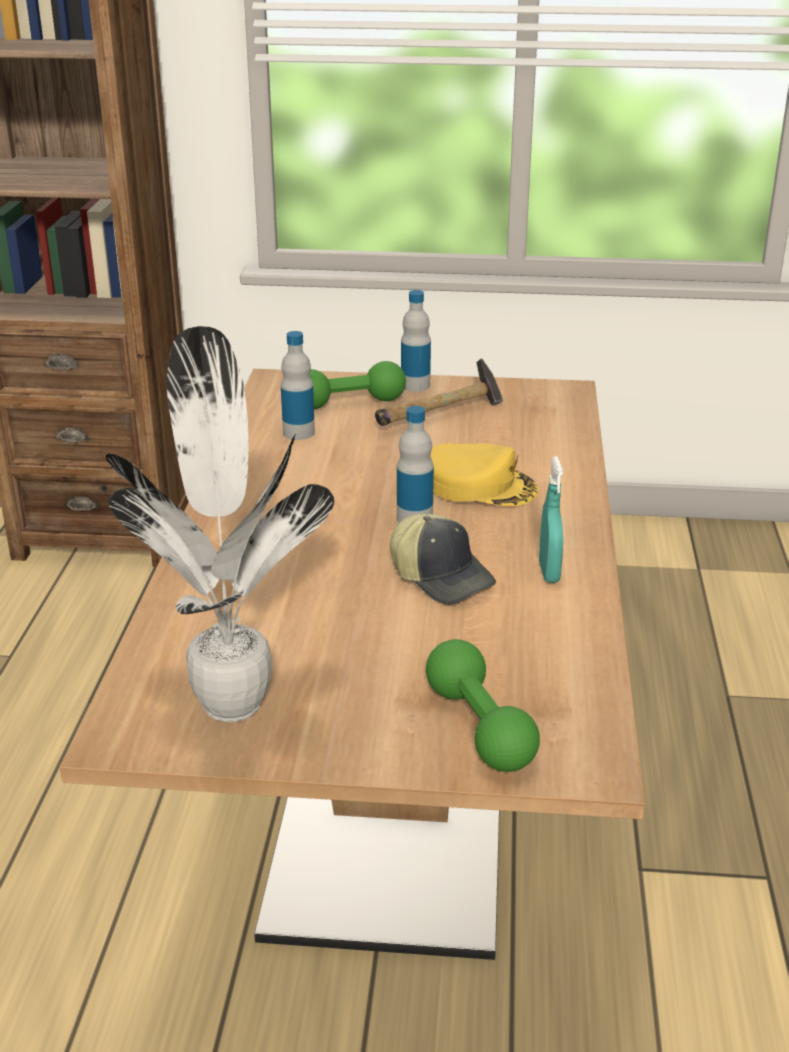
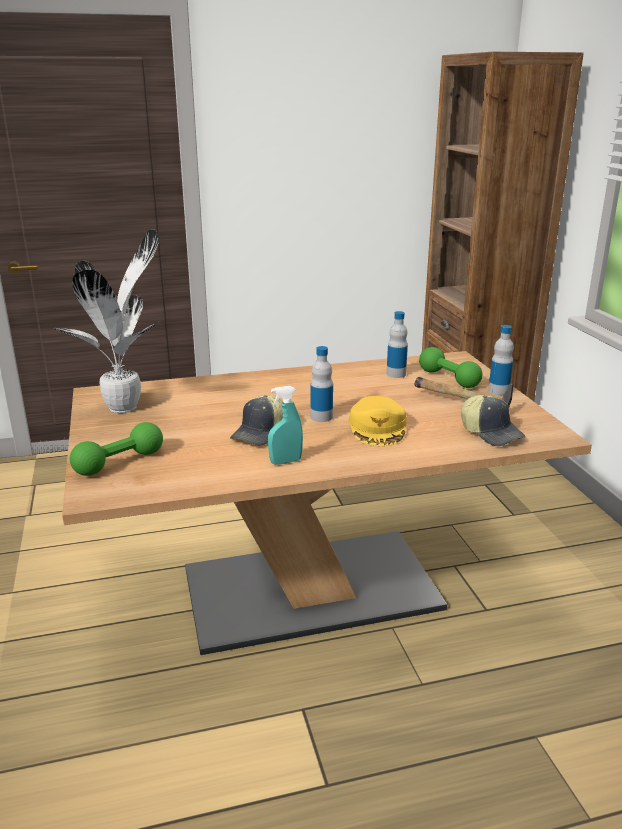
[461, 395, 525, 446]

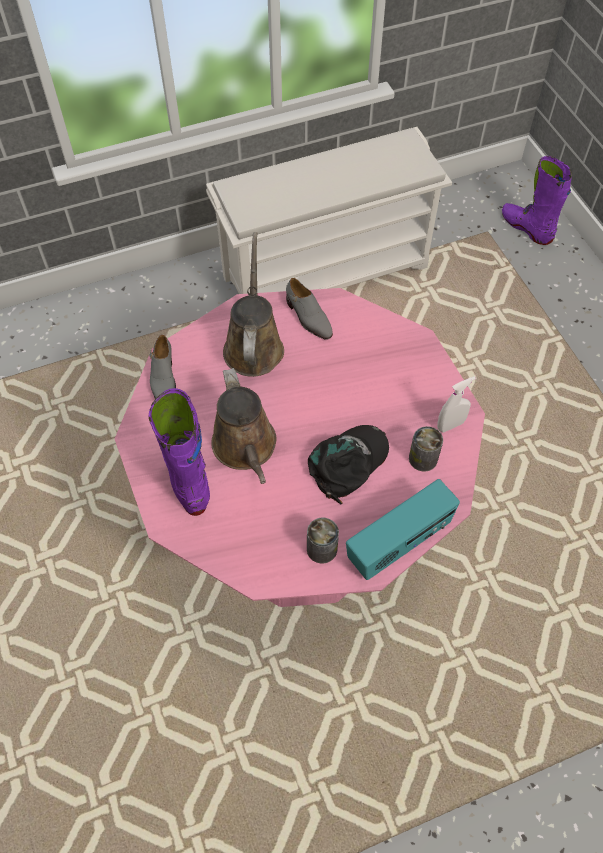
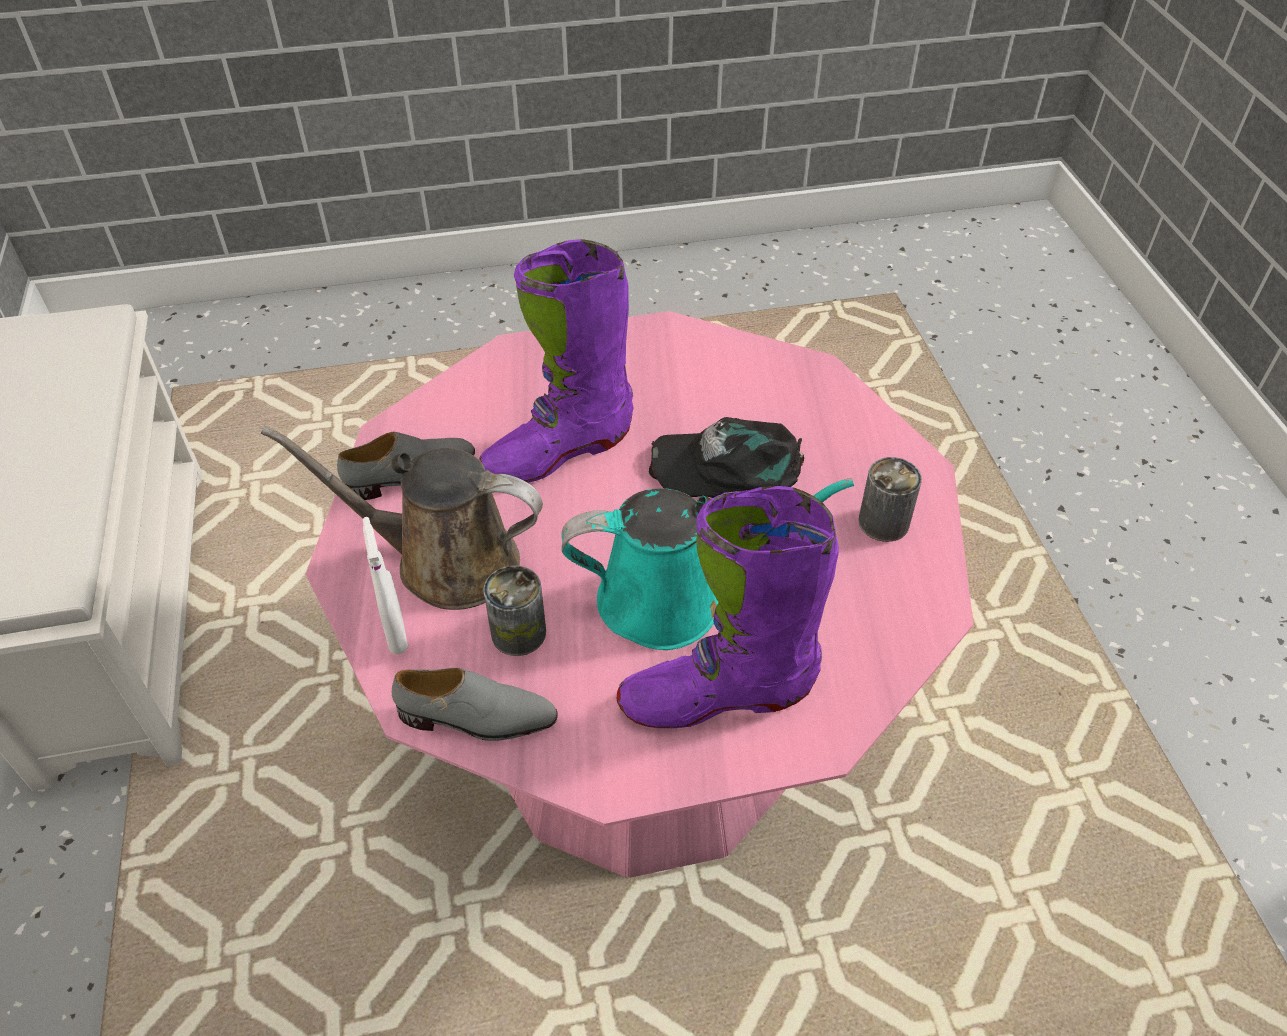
[561, 478, 854, 650]
[649, 417, 804, 498]
[346, 479, 460, 580] (first image)
[483, 566, 546, 656]
[363, 517, 408, 654]
[479, 239, 634, 483]

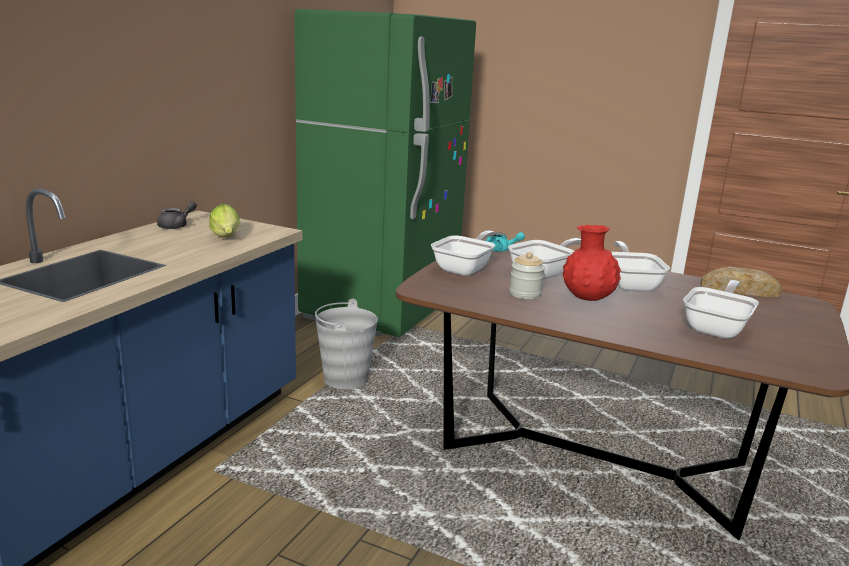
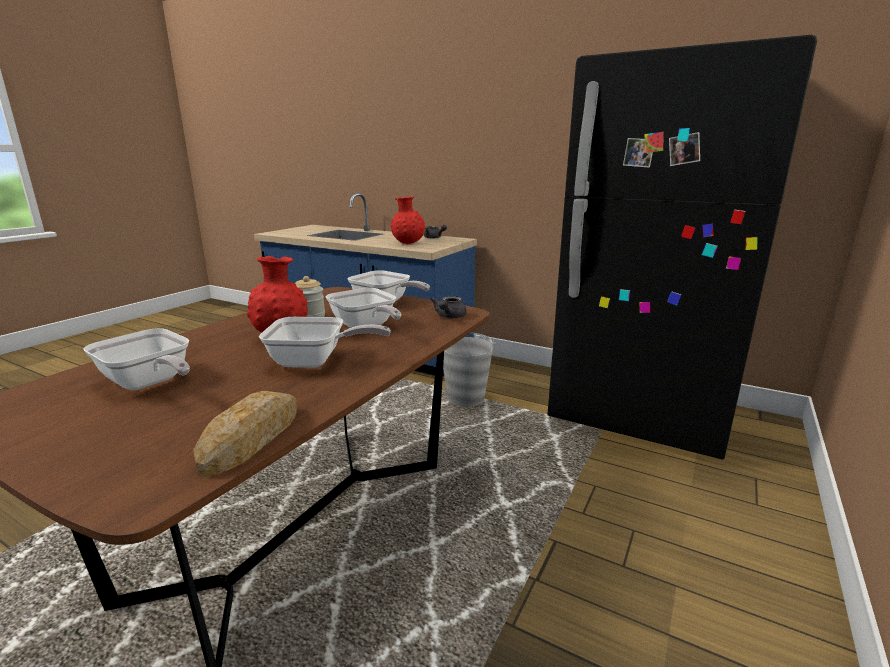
[390, 196, 425, 244]
[547, 35, 817, 460]
[430, 296, 467, 318]

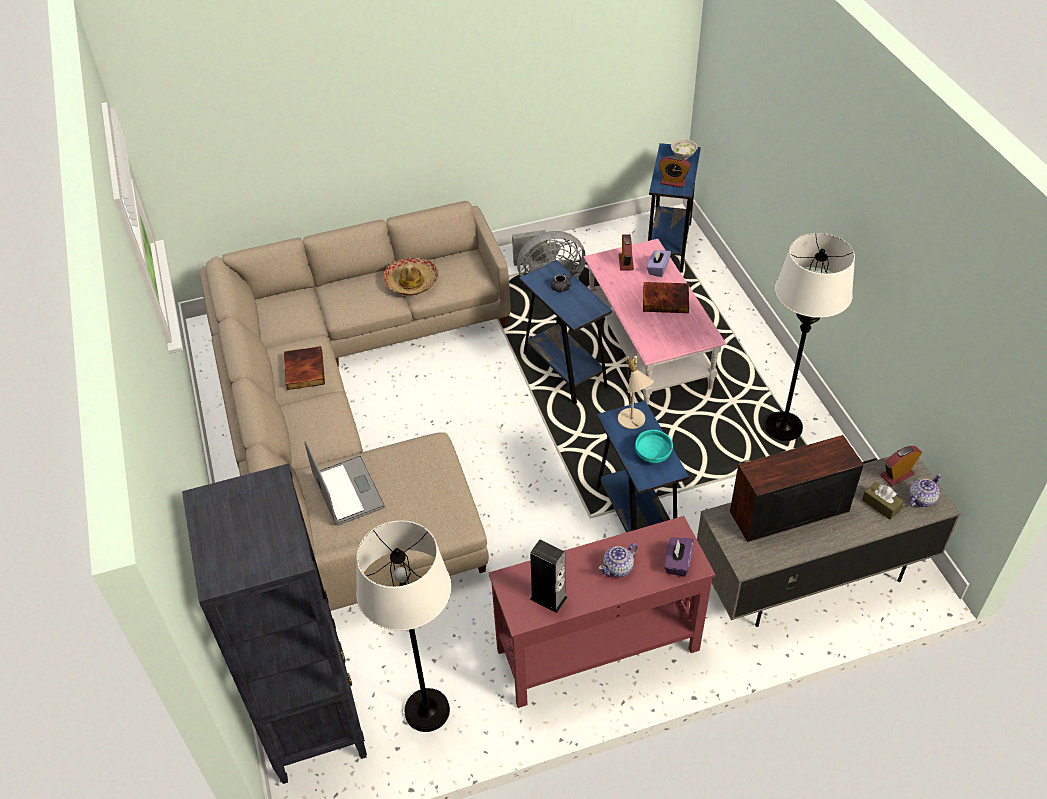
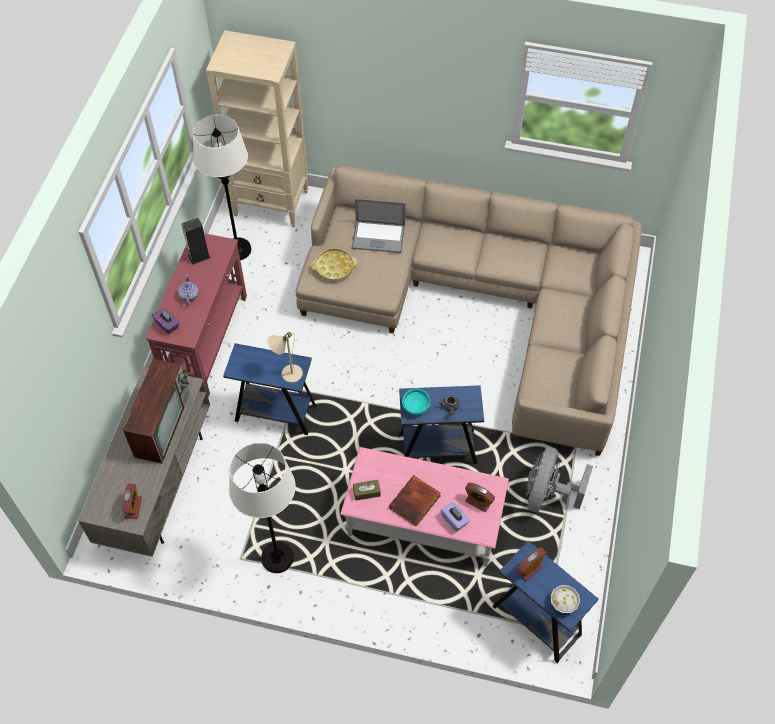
[206, 30, 308, 227]
[284, 346, 325, 390] (first image)
[383, 258, 439, 296] (first image)
[402, 388, 431, 415]
[353, 480, 381, 501]
[909, 474, 942, 507] (first image)
[311, 248, 357, 281]

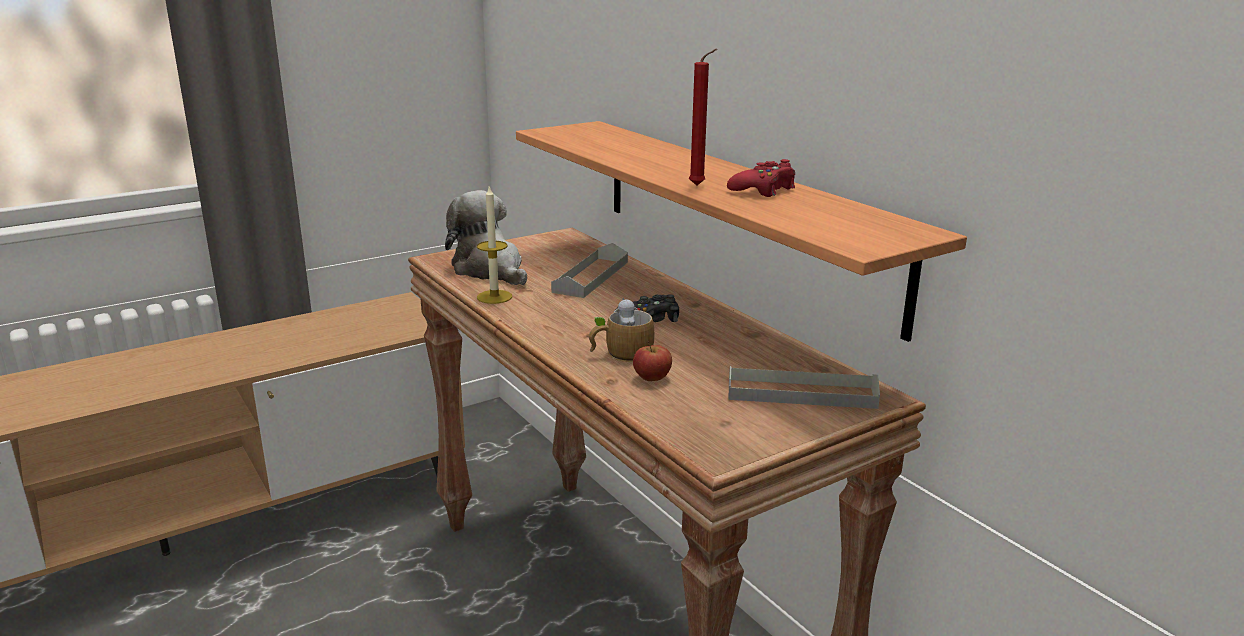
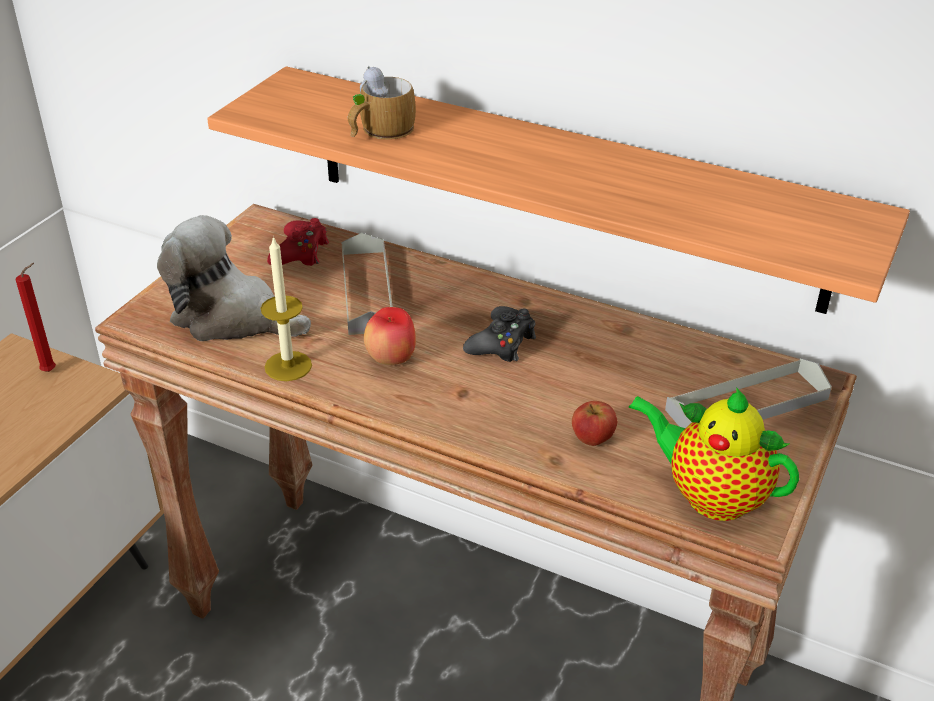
[348, 66, 416, 140]
[15, 263, 56, 372]
[267, 218, 329, 266]
[364, 307, 416, 365]
[628, 387, 799, 521]

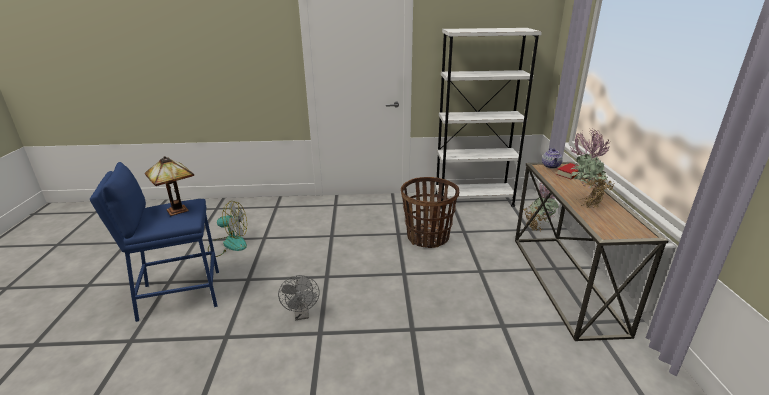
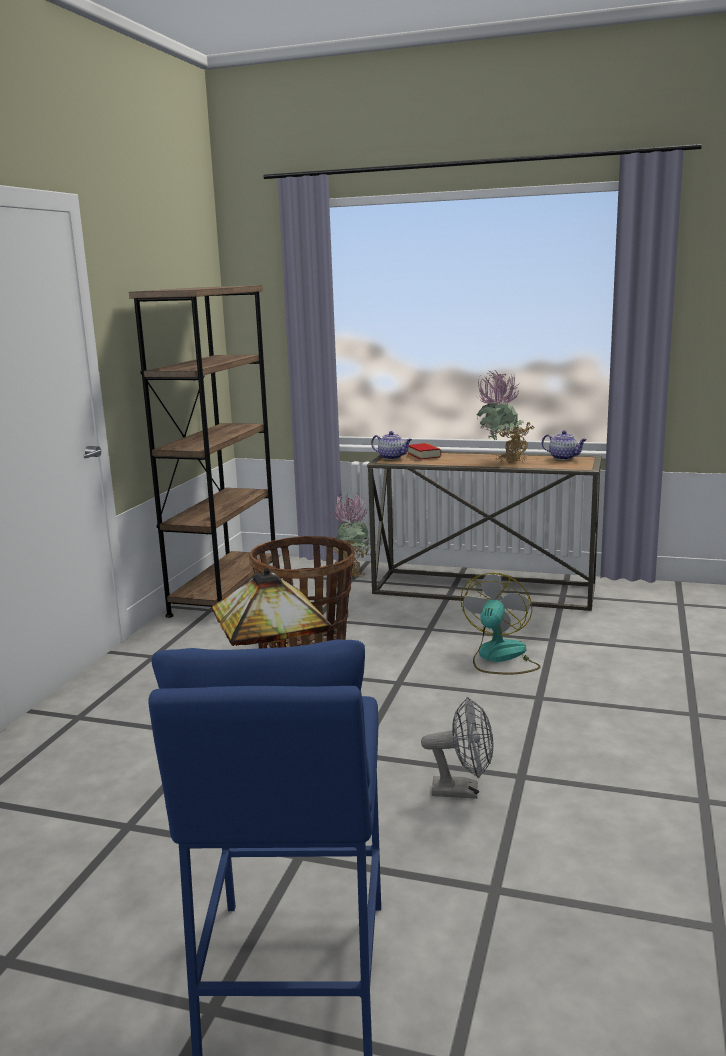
[460, 573, 540, 675]
[129, 285, 275, 622]
[542, 431, 587, 460]

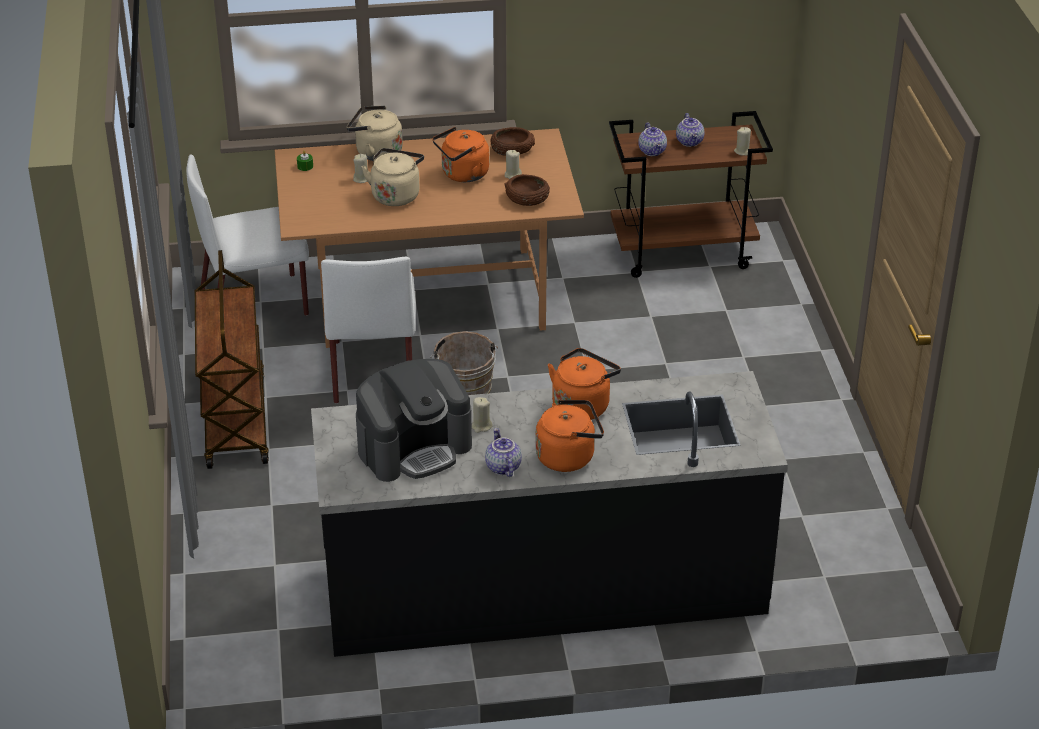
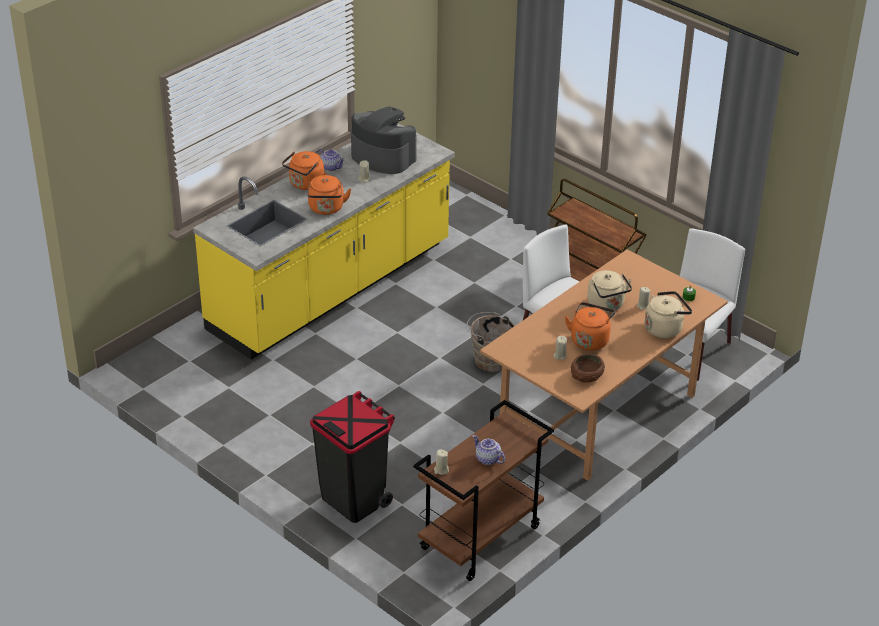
[193, 123, 455, 360]
[351, 106, 417, 174]
[504, 174, 550, 206] (first image)
[638, 122, 667, 156] (first image)
[310, 391, 395, 523]

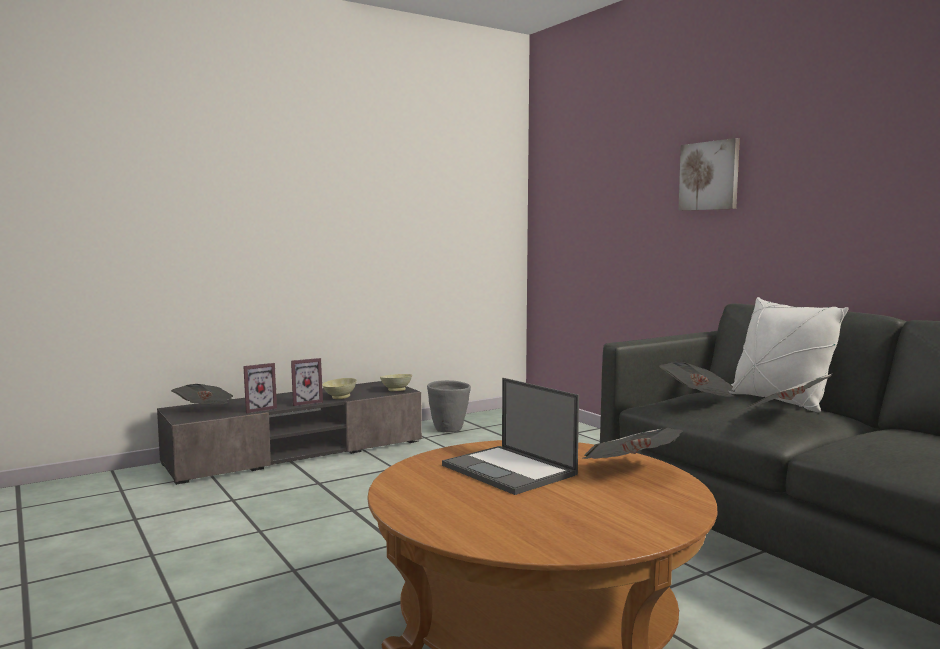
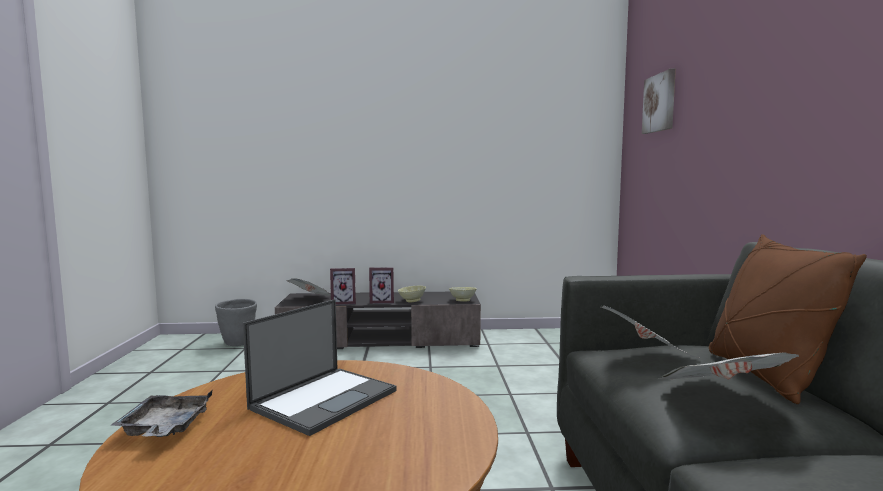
[215, 299, 257, 346]
[243, 299, 397, 436]
[583, 428, 683, 459] (first image)
[642, 68, 676, 134]
[709, 234, 867, 404]
[110, 390, 212, 437]

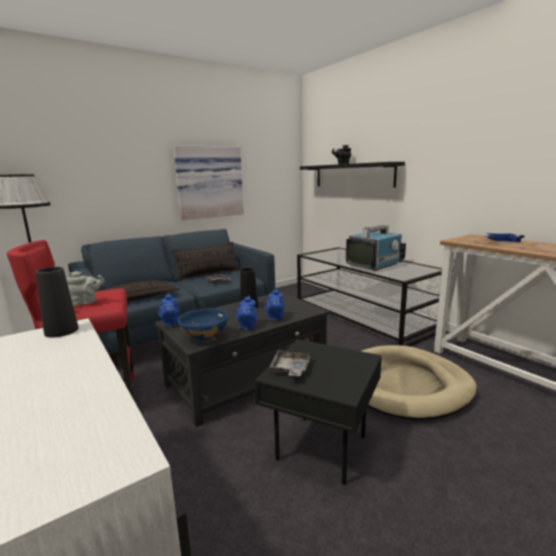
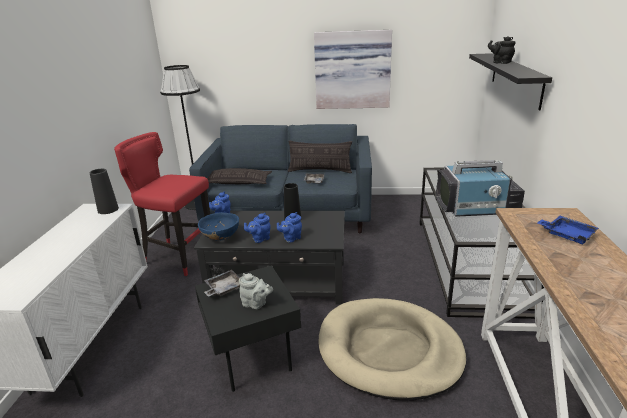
[239, 273, 273, 309]

